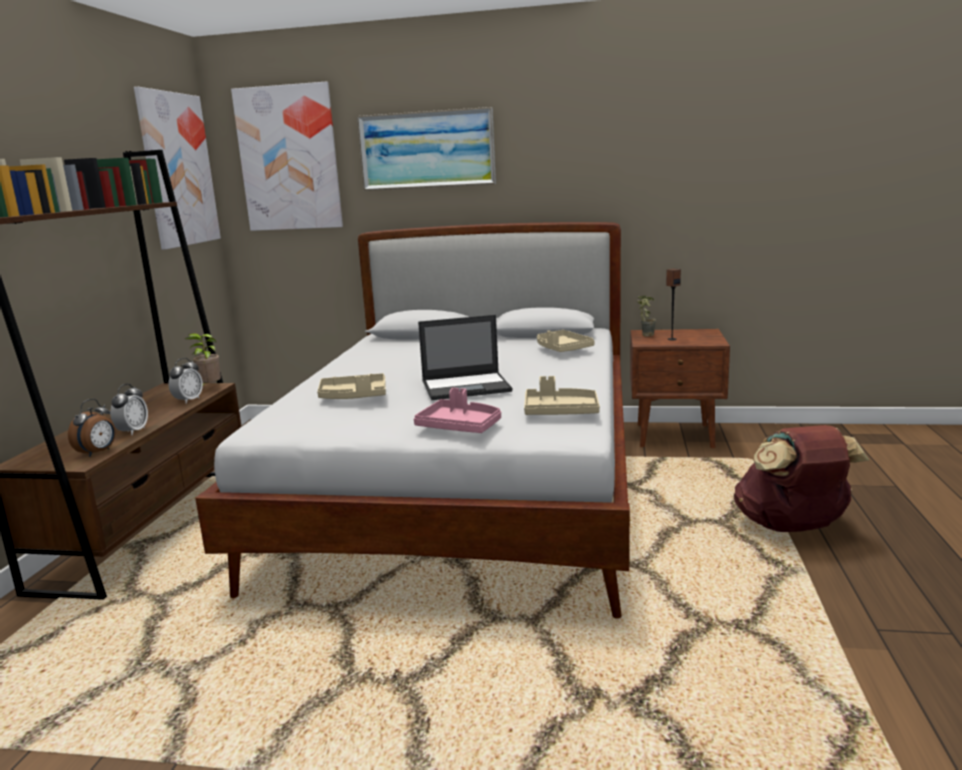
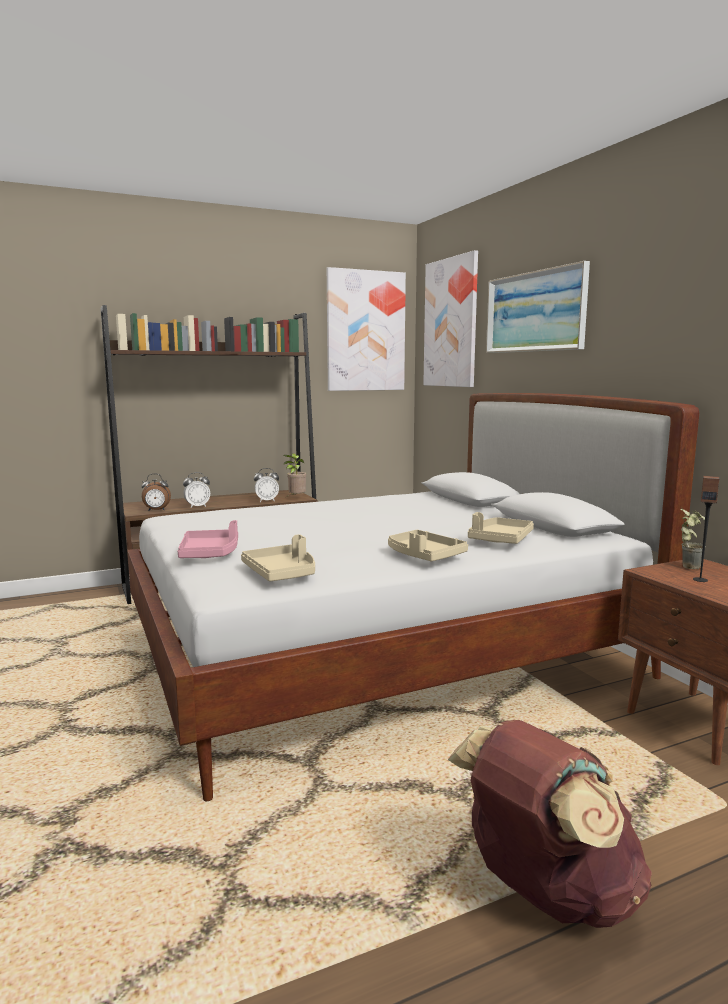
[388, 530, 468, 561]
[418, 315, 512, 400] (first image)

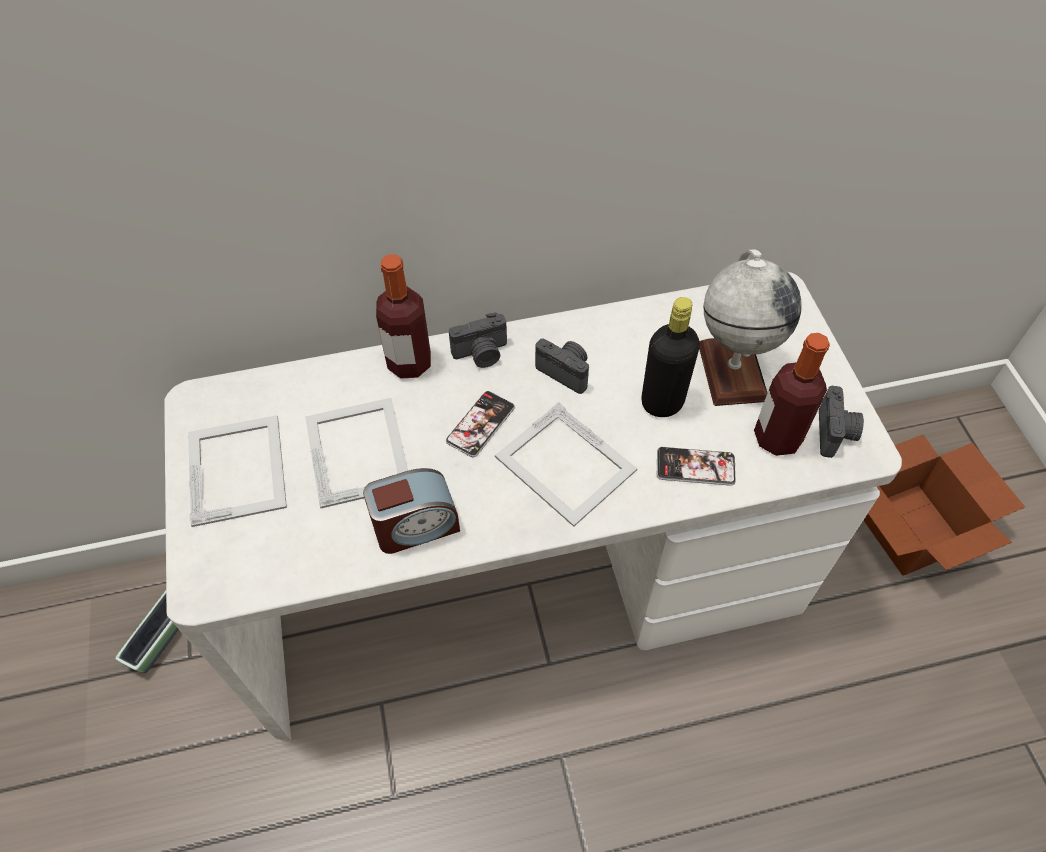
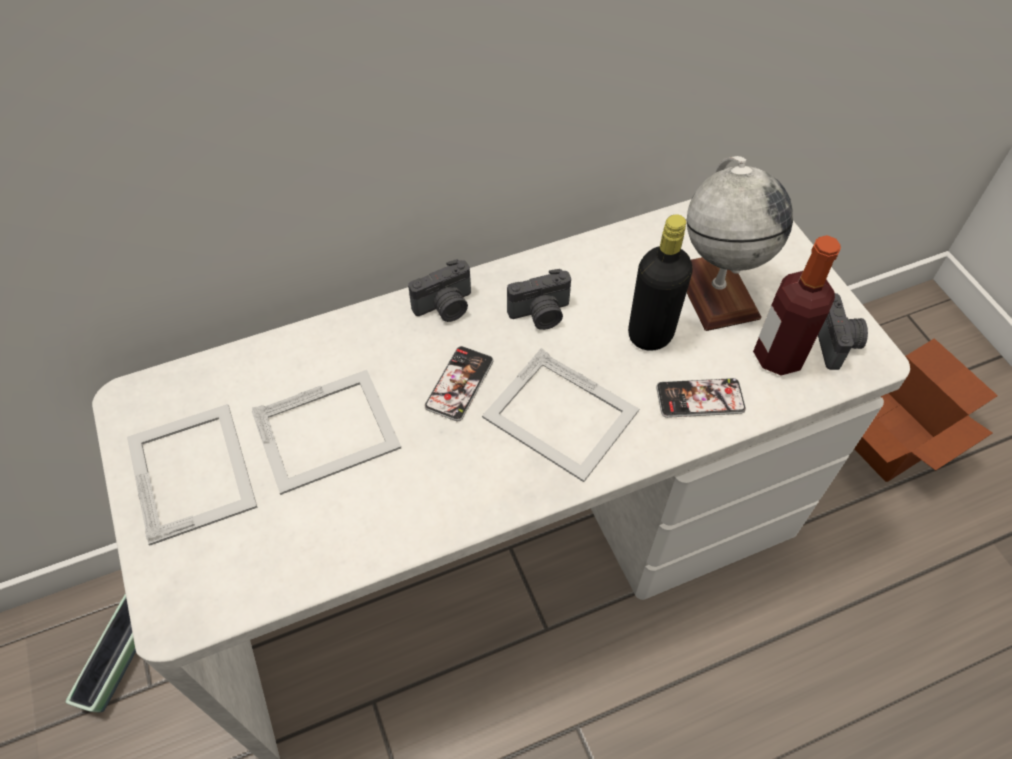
[252, 370, 401, 495]
[363, 468, 460, 554] (first image)
[376, 254, 431, 379] (first image)
[507, 269, 571, 330]

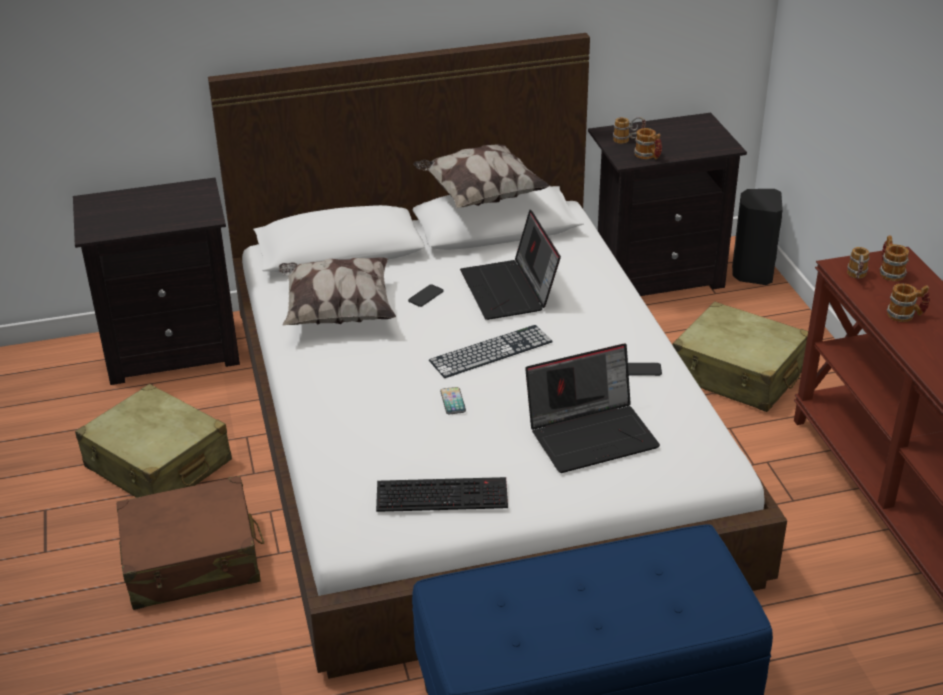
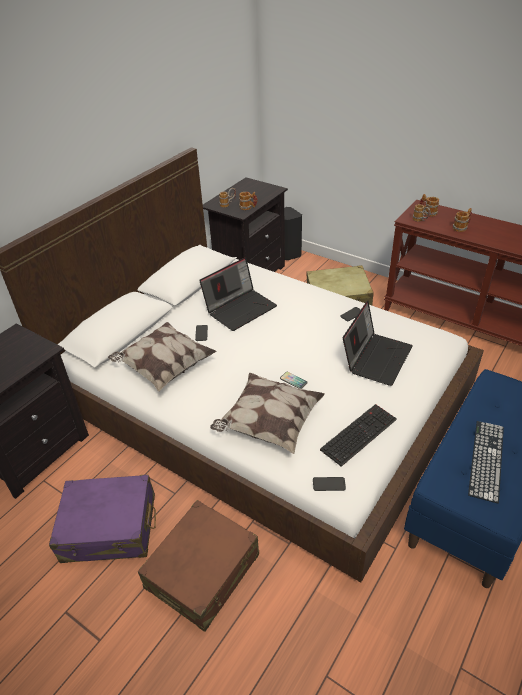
[49, 475, 156, 563]
[210, 373, 325, 454]
[468, 421, 504, 504]
[199, 257, 277, 331]
[313, 477, 346, 491]

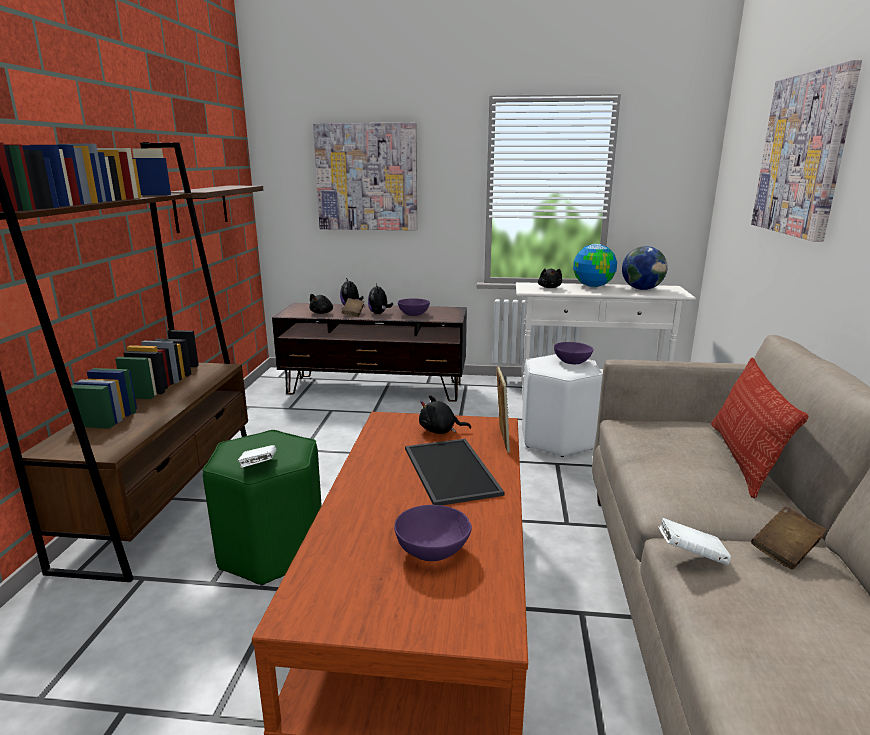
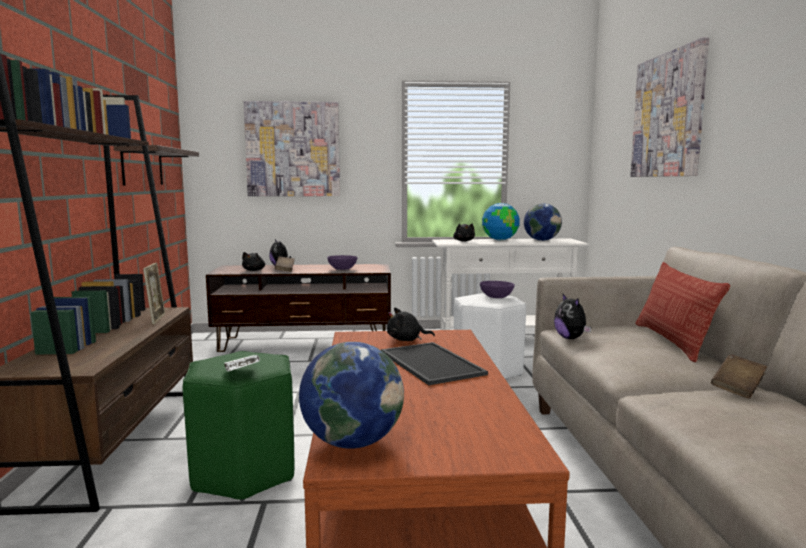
[554, 294, 591, 339]
[394, 505, 472, 561] (first image)
[143, 262, 165, 324]
[658, 518, 731, 565] (first image)
[299, 342, 404, 449]

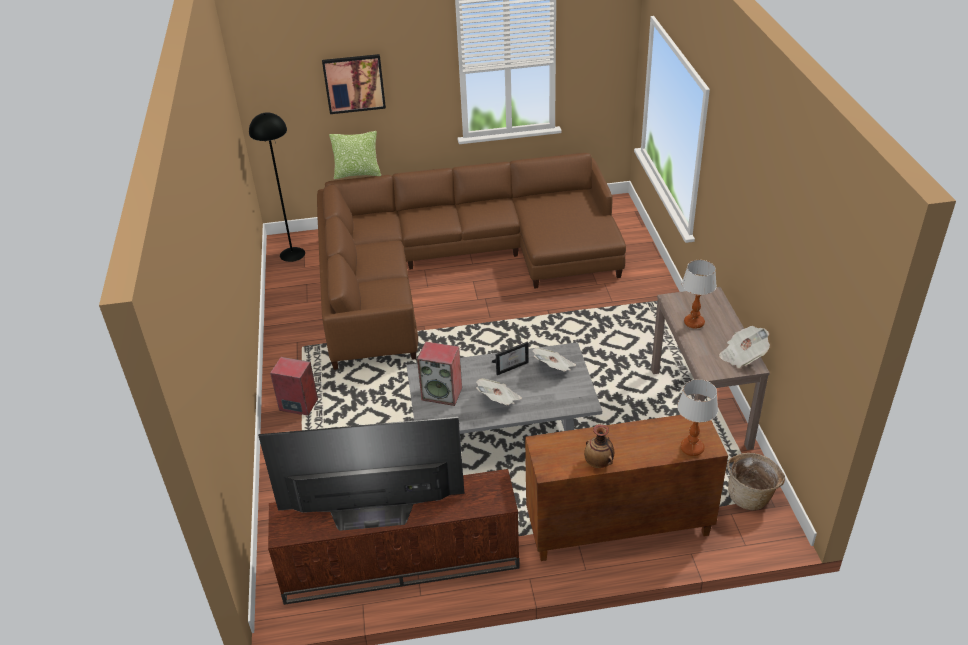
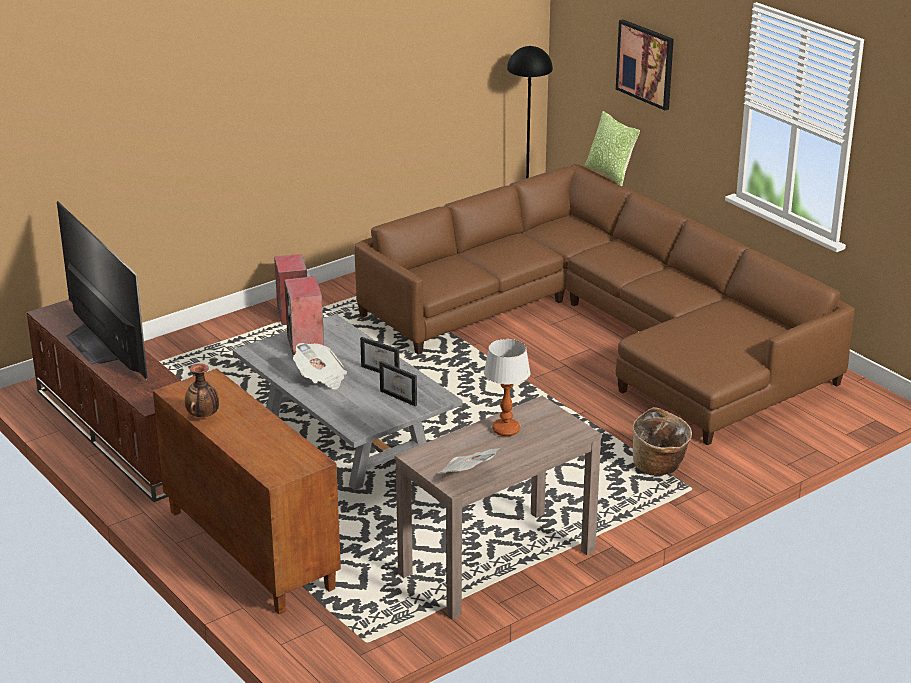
[379, 361, 417, 406]
[677, 379, 718, 456] (first image)
[633, 407, 692, 475]

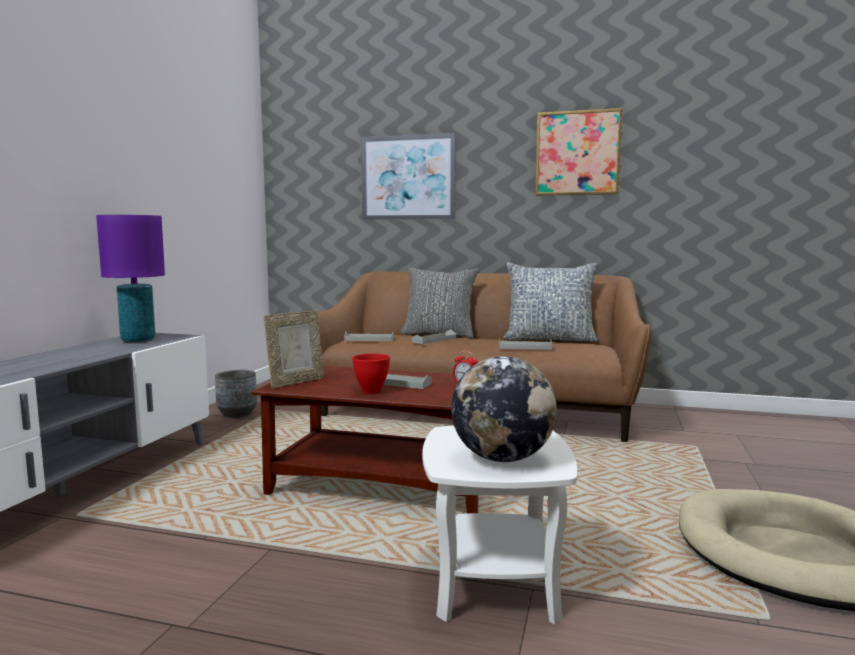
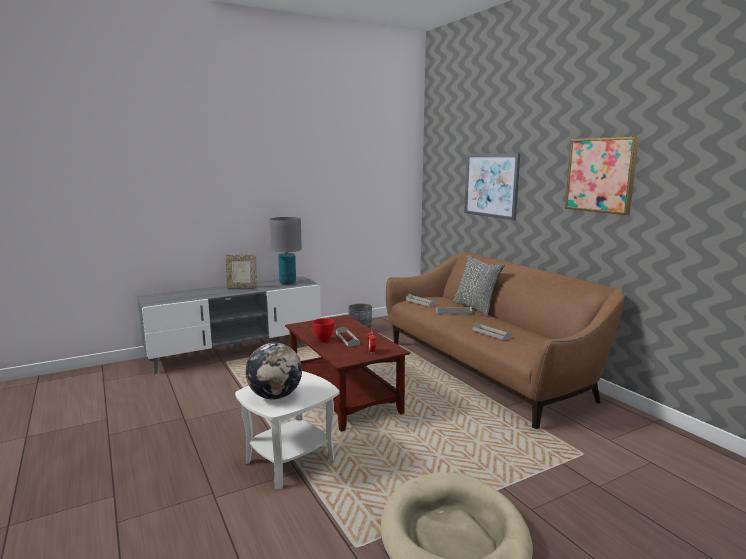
[270, 217, 302, 284]
[226, 254, 257, 288]
[503, 262, 597, 342] (first image)

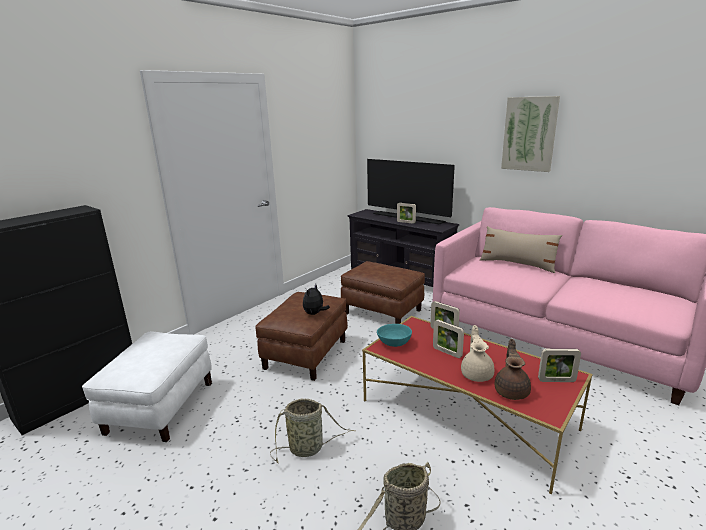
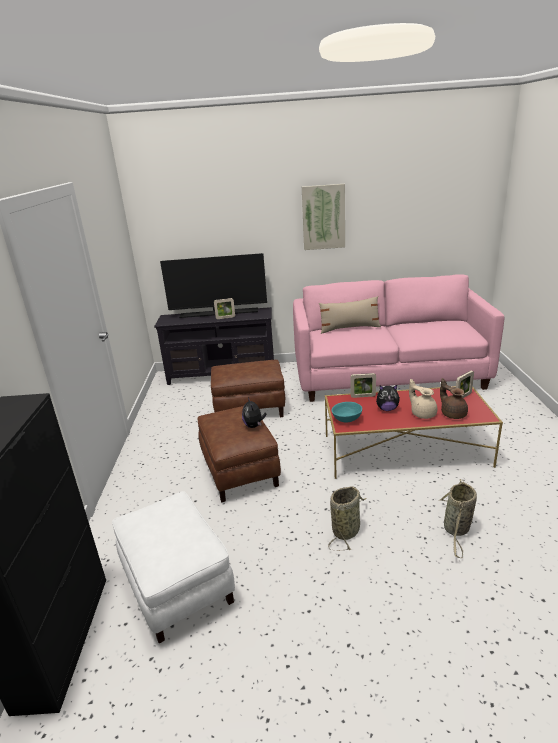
[376, 385, 400, 411]

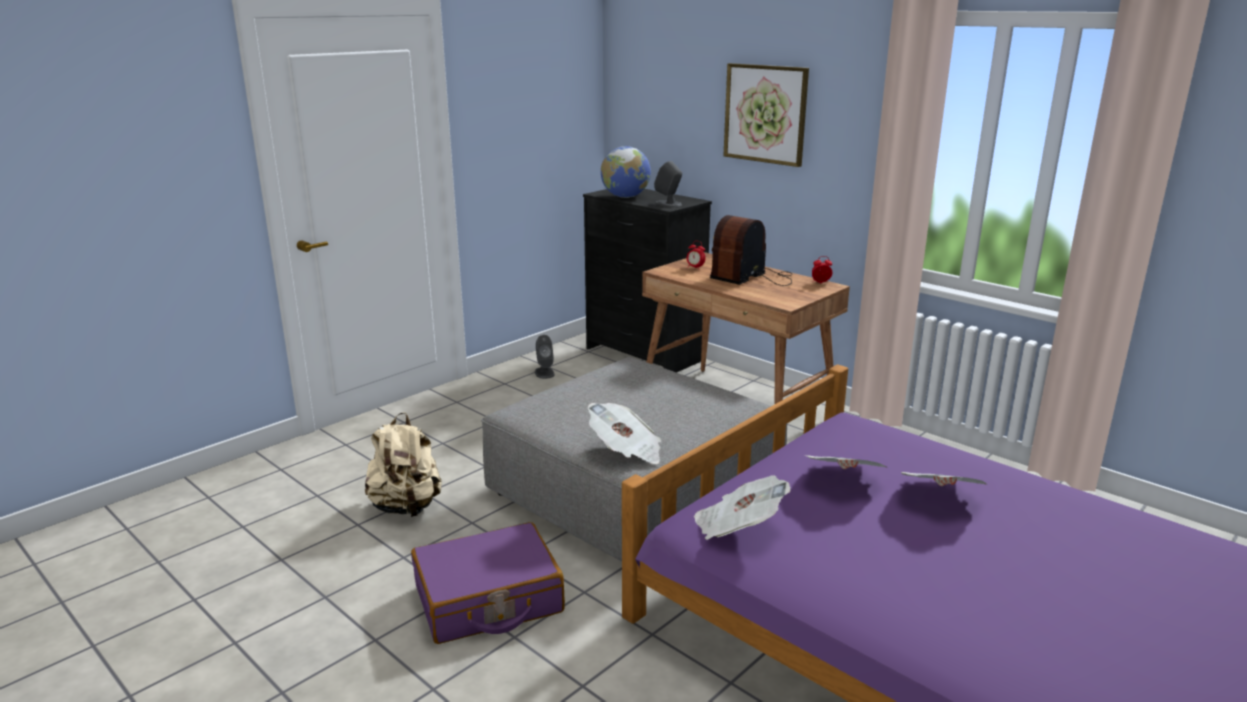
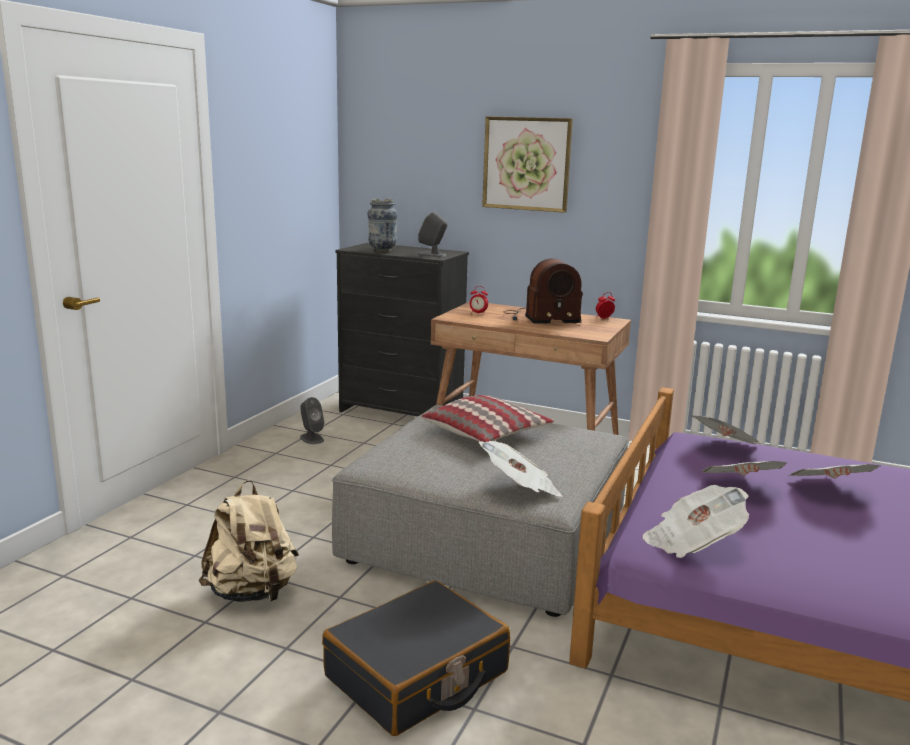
[322, 581, 510, 736]
[367, 199, 398, 252]
[503, 258, 583, 324]
[421, 395, 554, 442]
[692, 416, 759, 444]

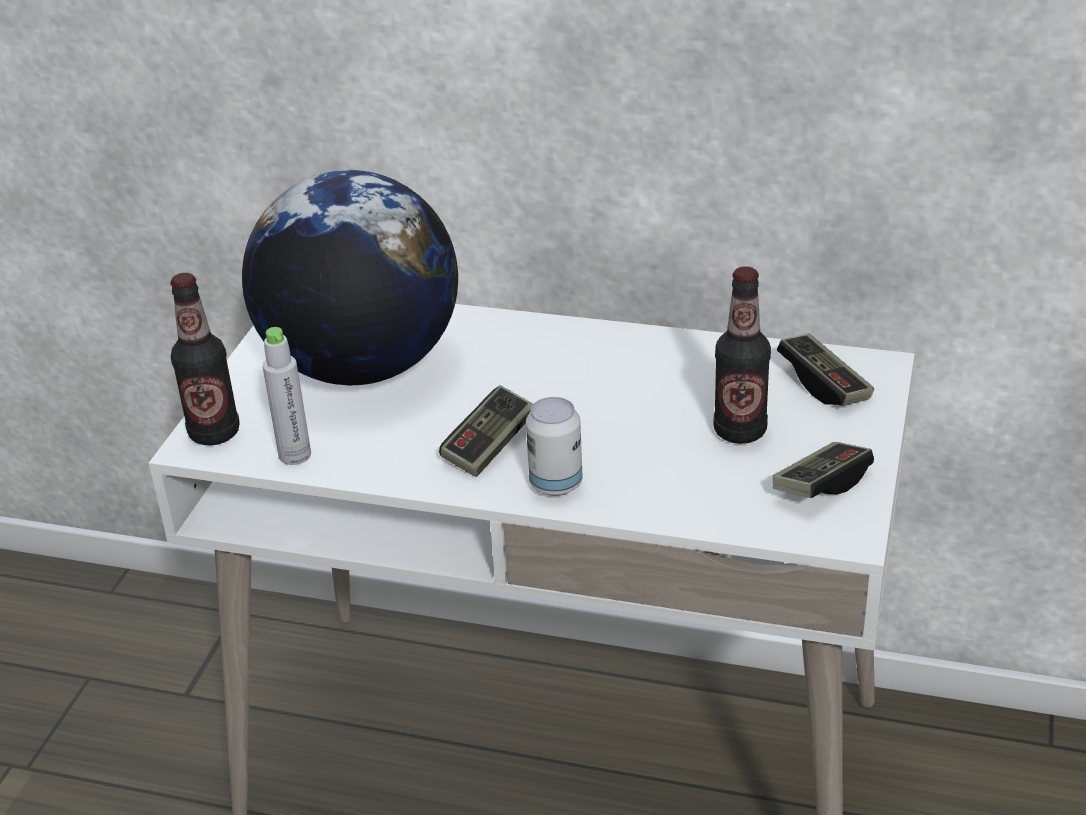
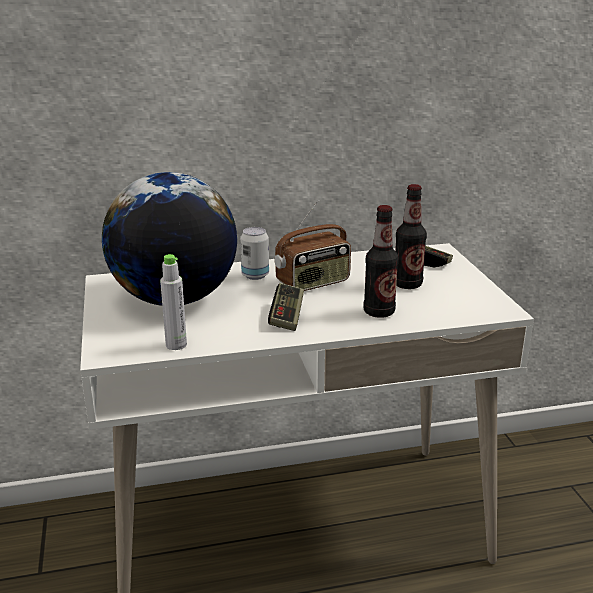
[363, 205, 399, 318]
[240, 227, 269, 280]
[772, 442, 874, 498] (first image)
[274, 200, 351, 291]

